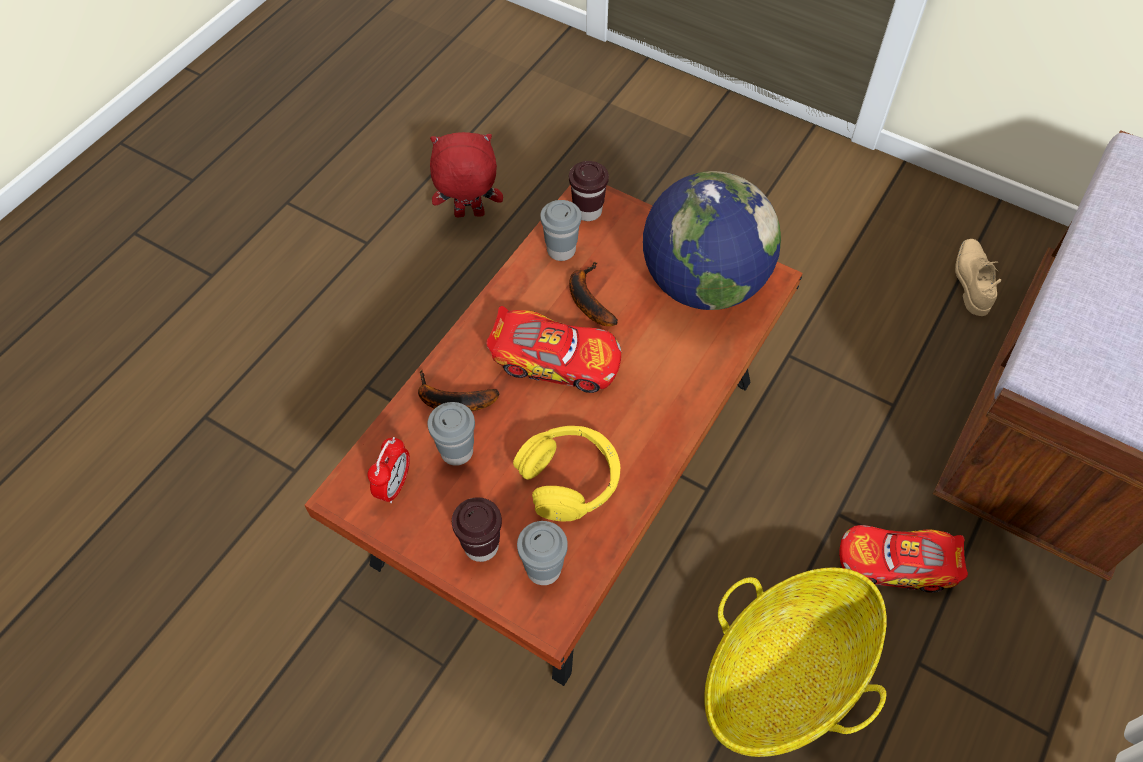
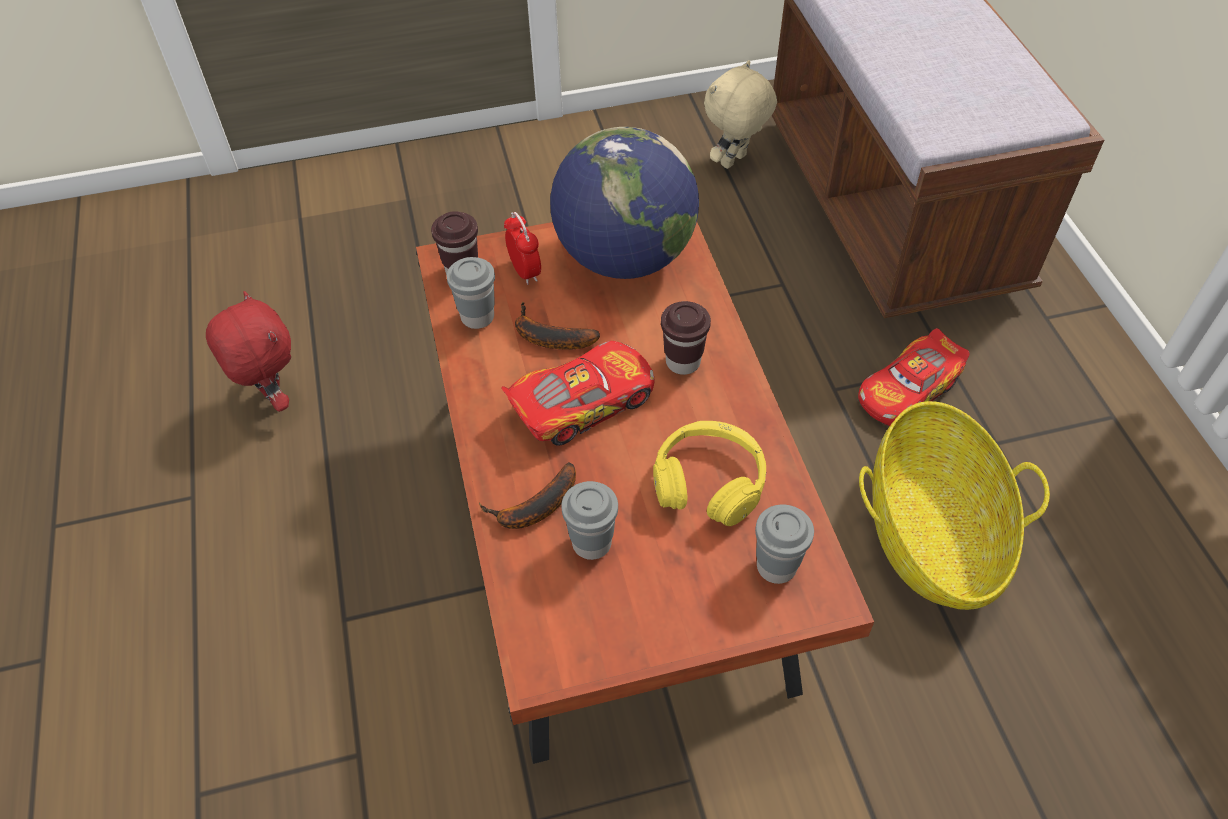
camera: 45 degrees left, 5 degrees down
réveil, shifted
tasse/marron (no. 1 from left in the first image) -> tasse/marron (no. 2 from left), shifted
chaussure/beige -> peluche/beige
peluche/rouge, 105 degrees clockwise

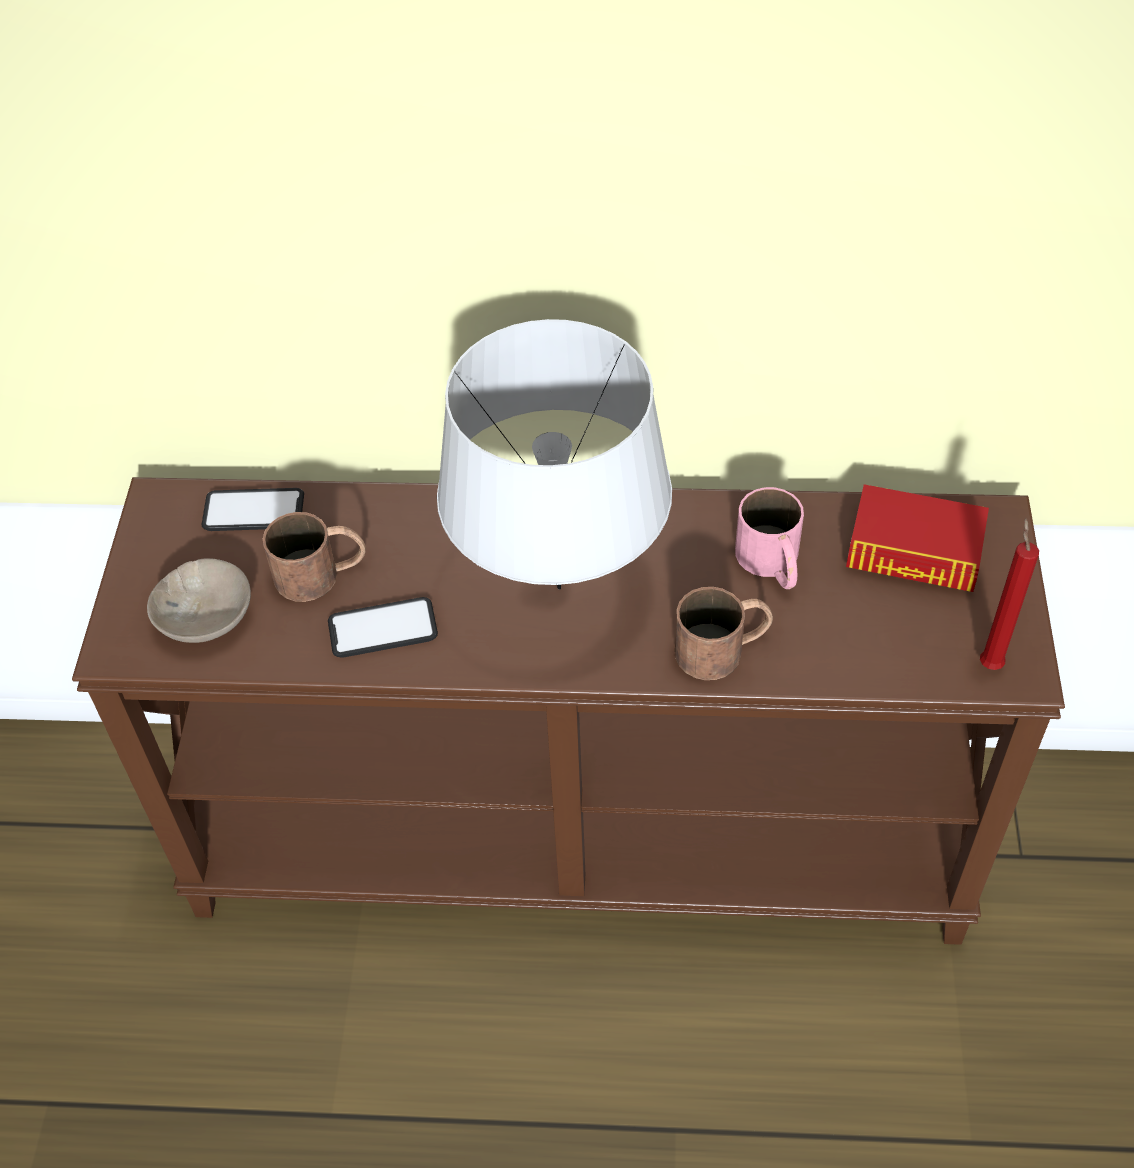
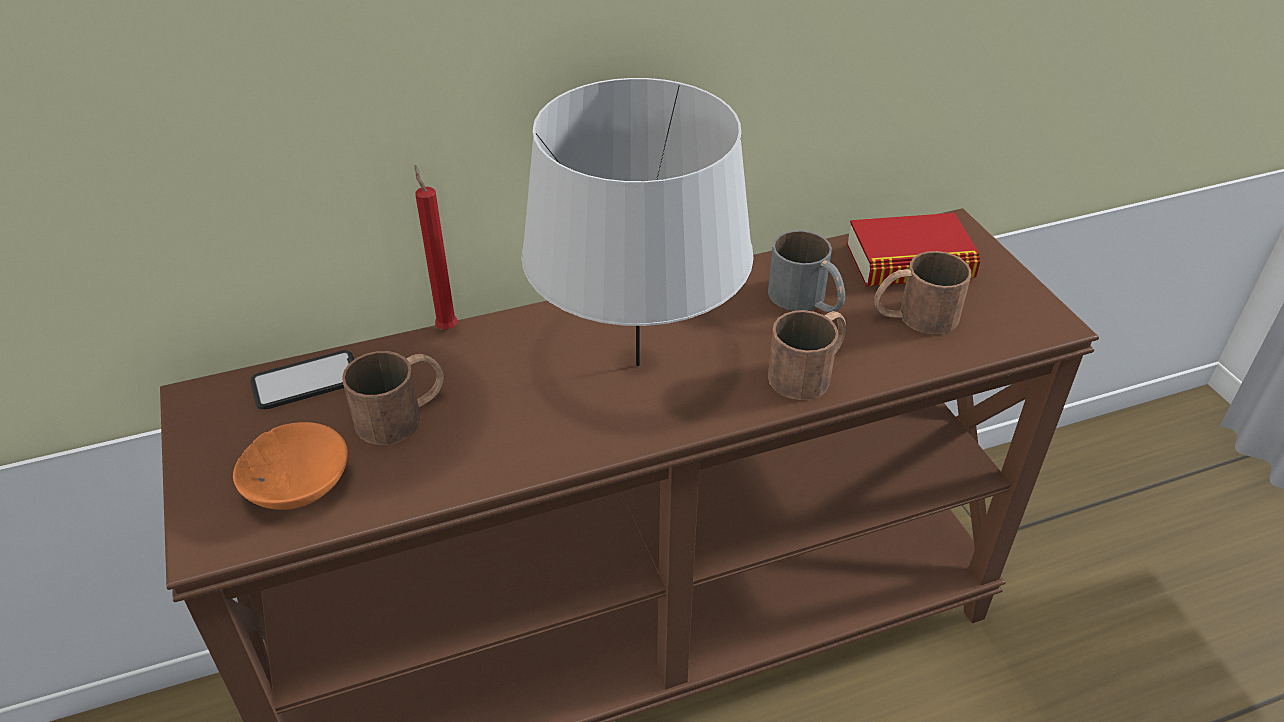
camera: 25 degrees left, 10 degrees down
téléphone (no. 2 from left) -> none
none -> mug/marron (no. 3 from left)
bougie/rouge, shifted
bol/beige -> bol/orange
mug/rose -> mug/gris

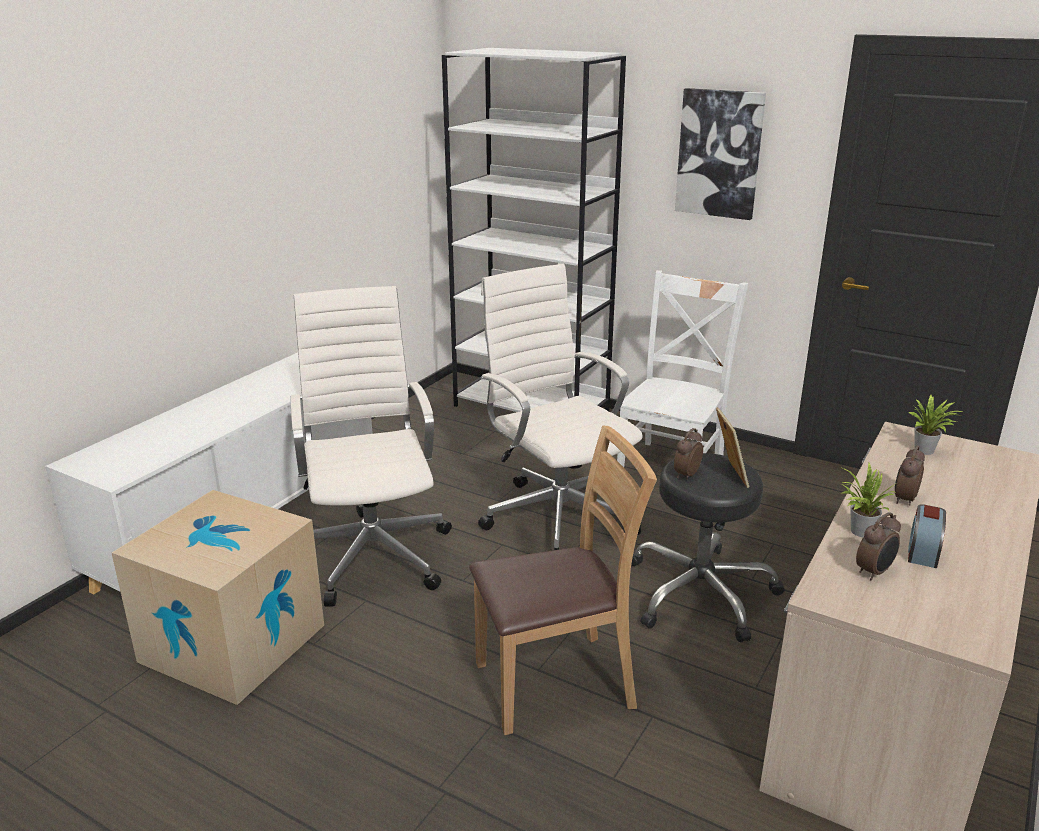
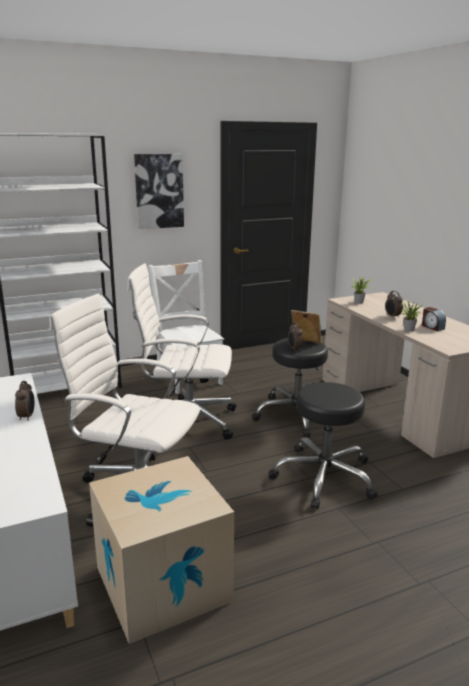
camera: 55 degrees left, 5 degrees down
réveil (no. 2 from left in the first image) -> réveil (no. 1 from left), shifted
chaise/marron -> tabouret/noir (no. 2 from left)

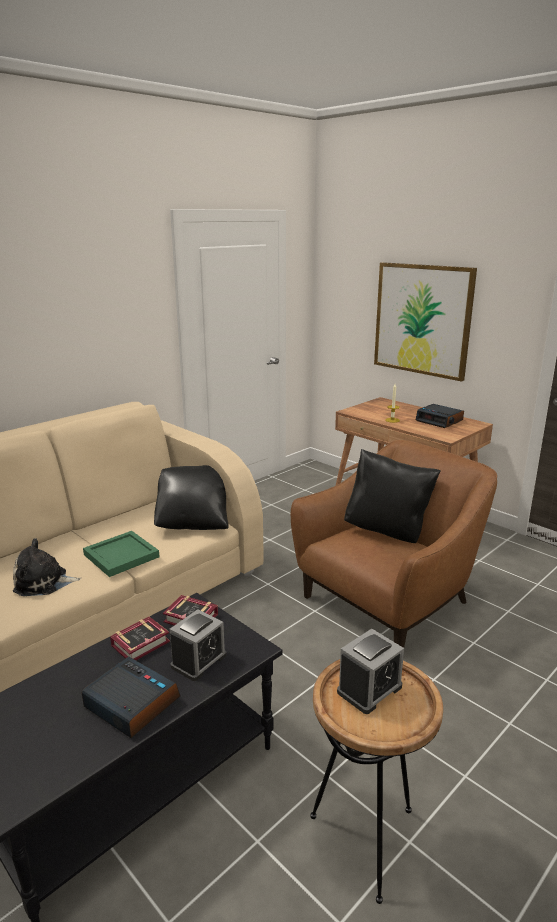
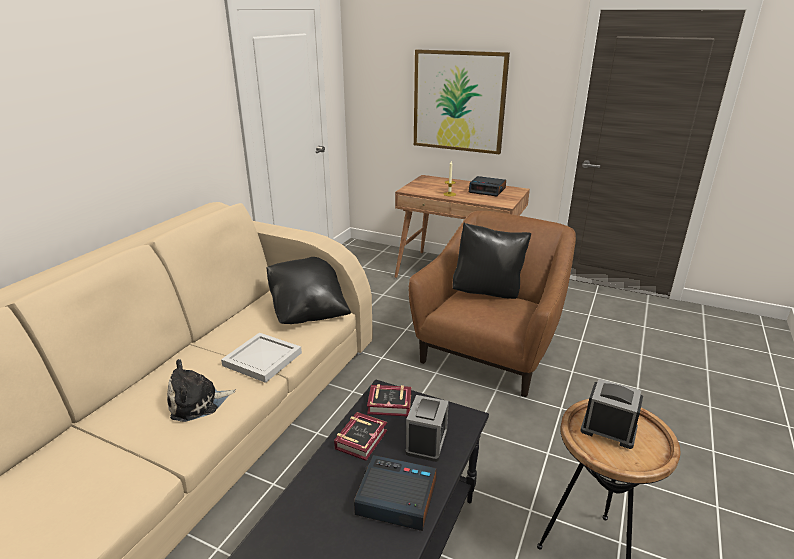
camera: 20 degrees left, 5 degrees up
plateau/vert -> plateau/blanc
réveil (no. 3 from left in the first image) -> réveil (no. 4 from left), 90 degrees counterclockwise

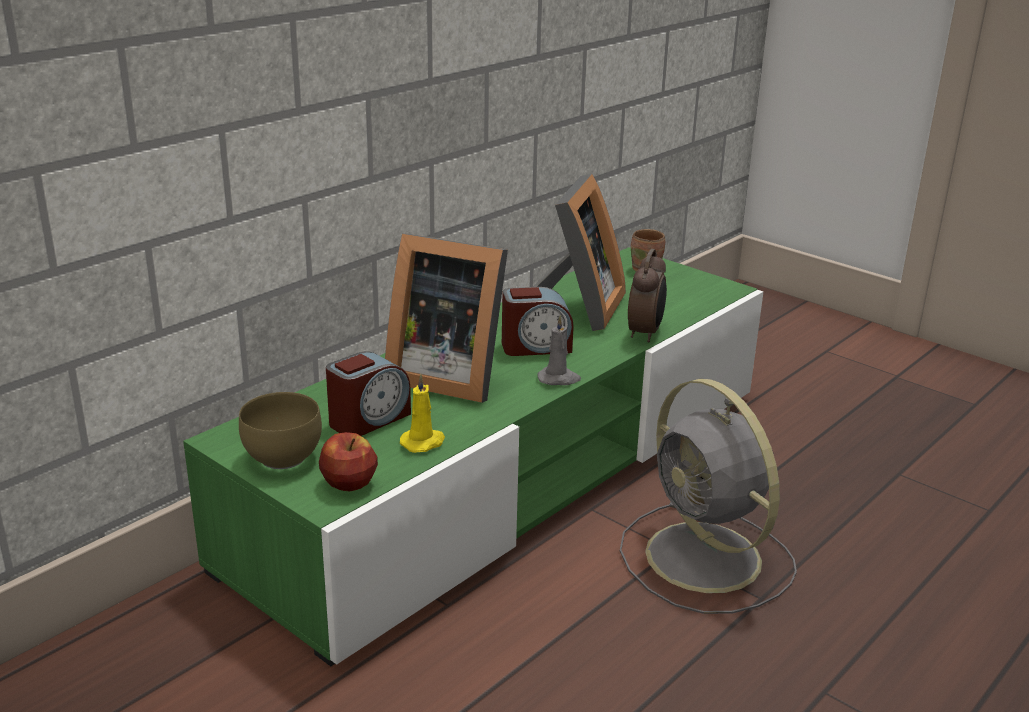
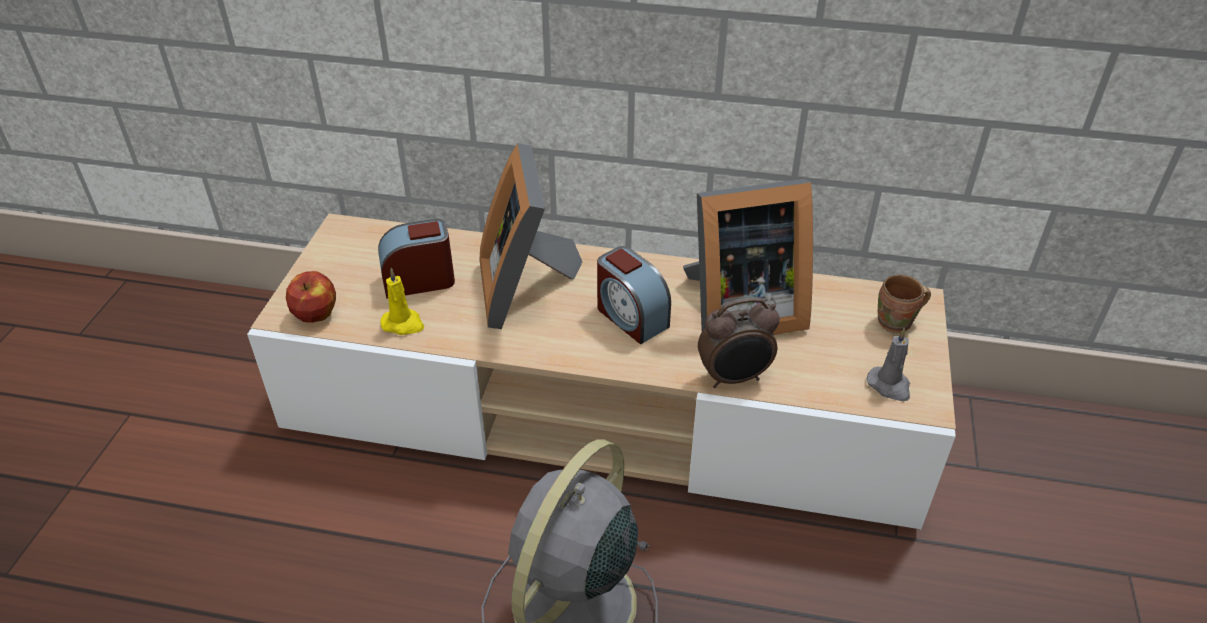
camera: 60 degrees right, 15 degrees up
bol/marron -> none
bougie/gris, shifted
meuble télé/vert -> meuble télé/beige
réveil (no. 1 from left), 150 degrees clockwise

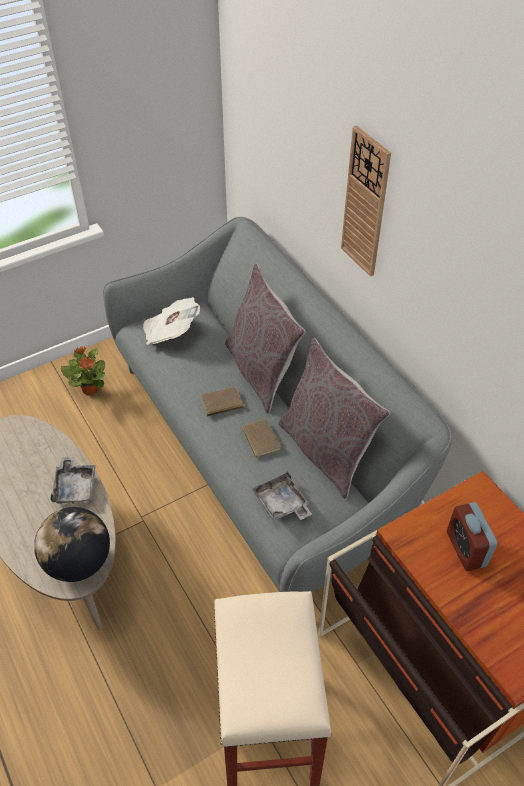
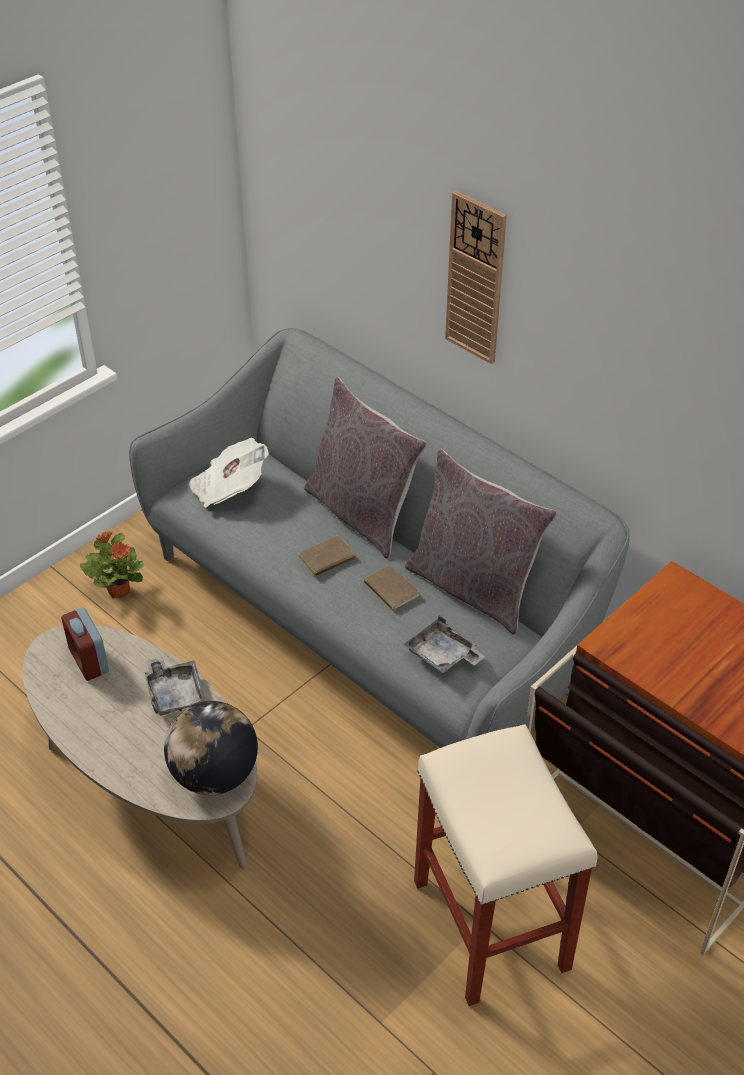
camera: 15 degrees left, 5 degrees down
réveil, shifted

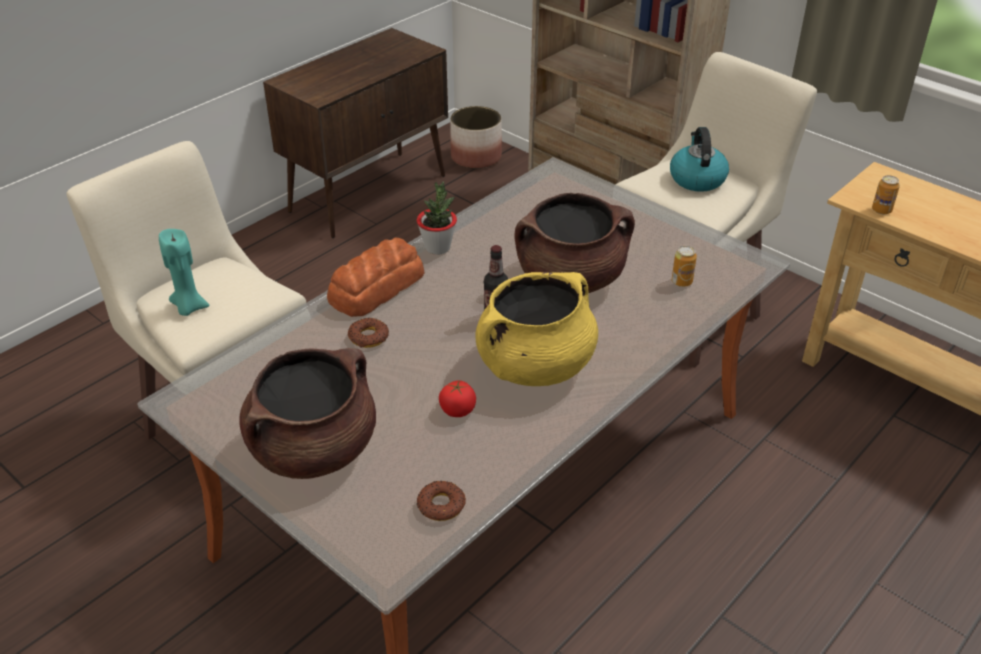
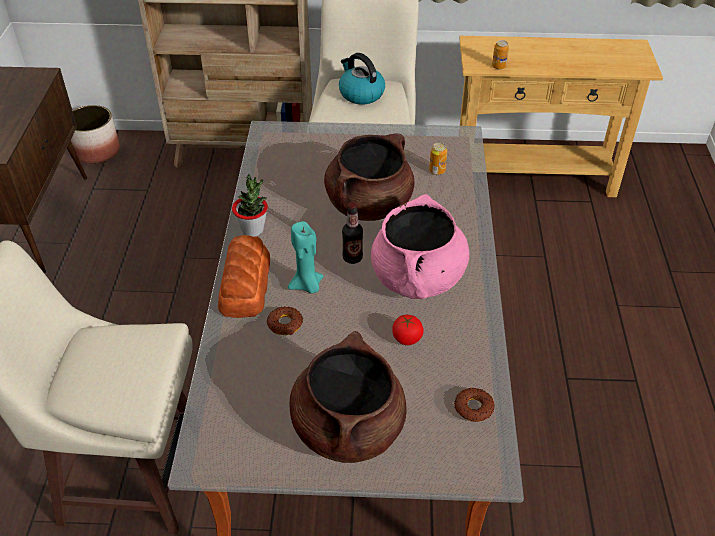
camera: 40 degrees left, 5 degrees up
bougie/turquoise, shifted
marmite/jaune -> marmite/rose

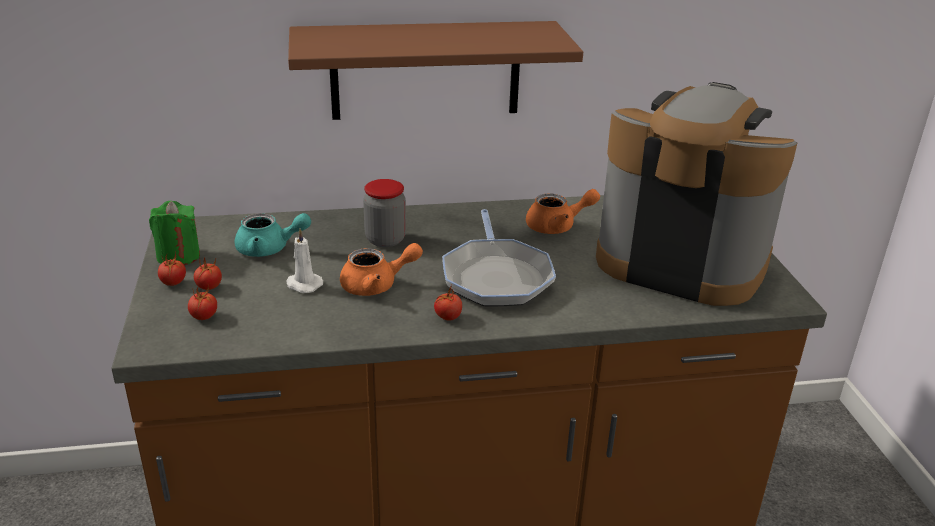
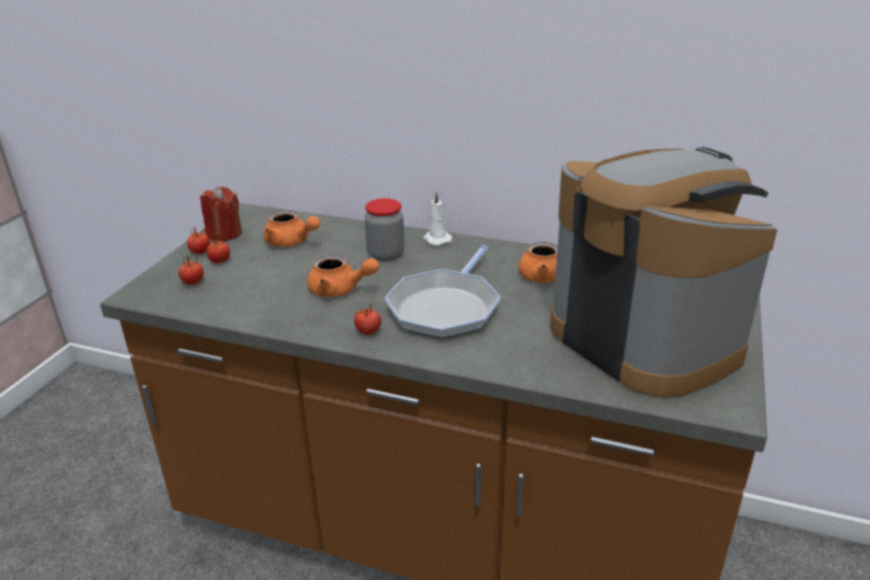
camera: 30 degrees right, 0 degrees up
étagère/marron -> none
bougie/blanc, shifted
bougie/vert -> bougie/rouge
théière/turquoise -> théière/orange (no. 1 from left)

